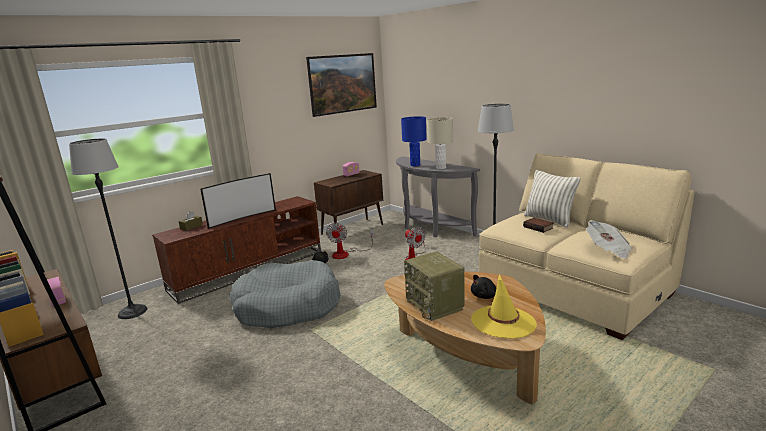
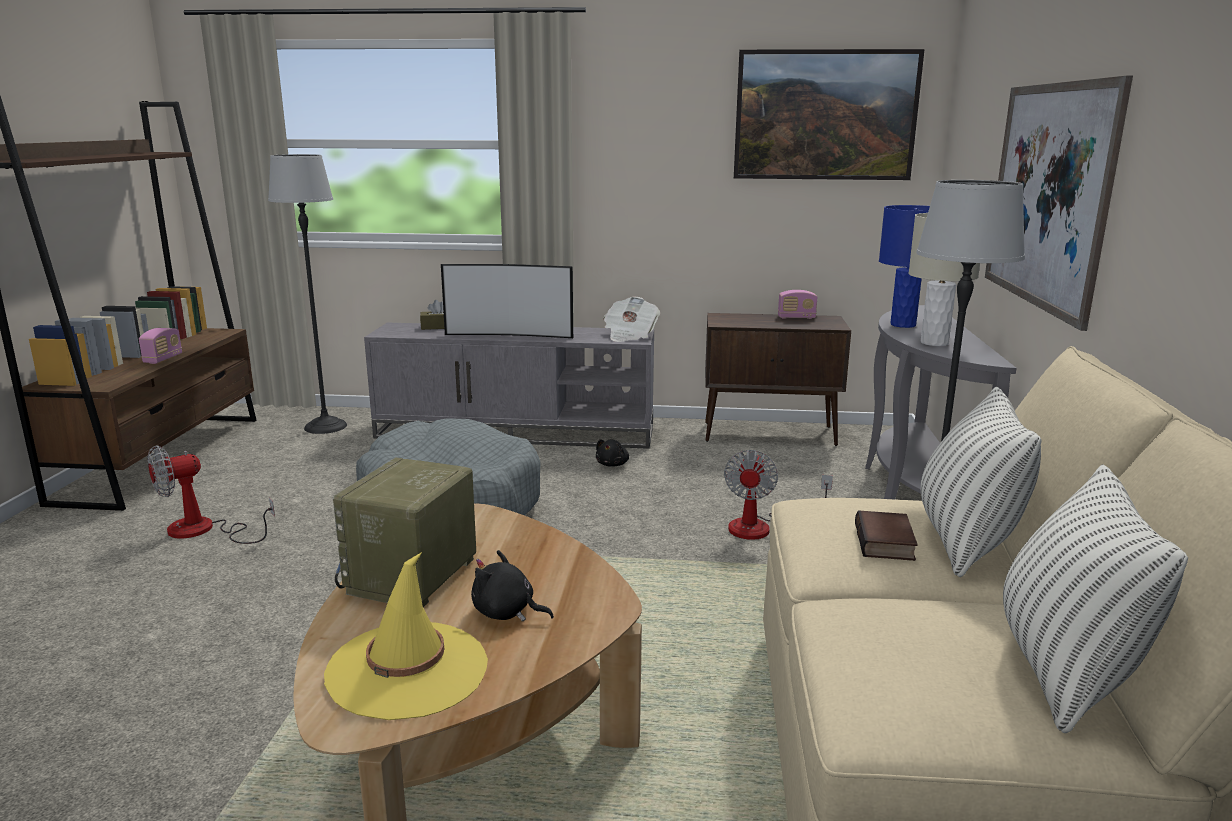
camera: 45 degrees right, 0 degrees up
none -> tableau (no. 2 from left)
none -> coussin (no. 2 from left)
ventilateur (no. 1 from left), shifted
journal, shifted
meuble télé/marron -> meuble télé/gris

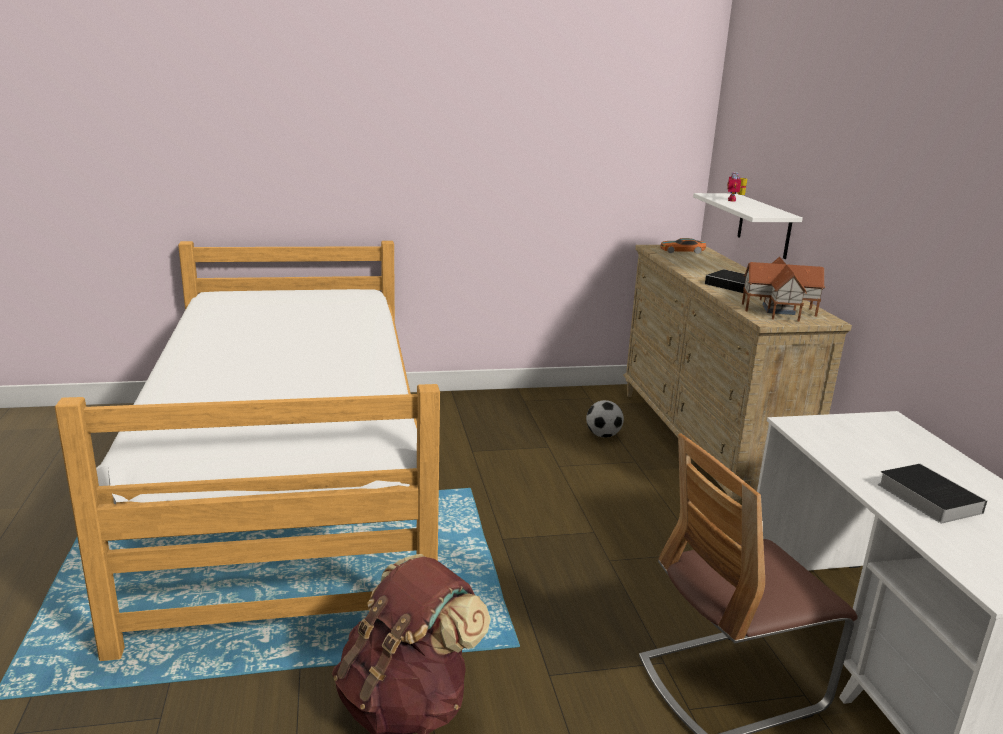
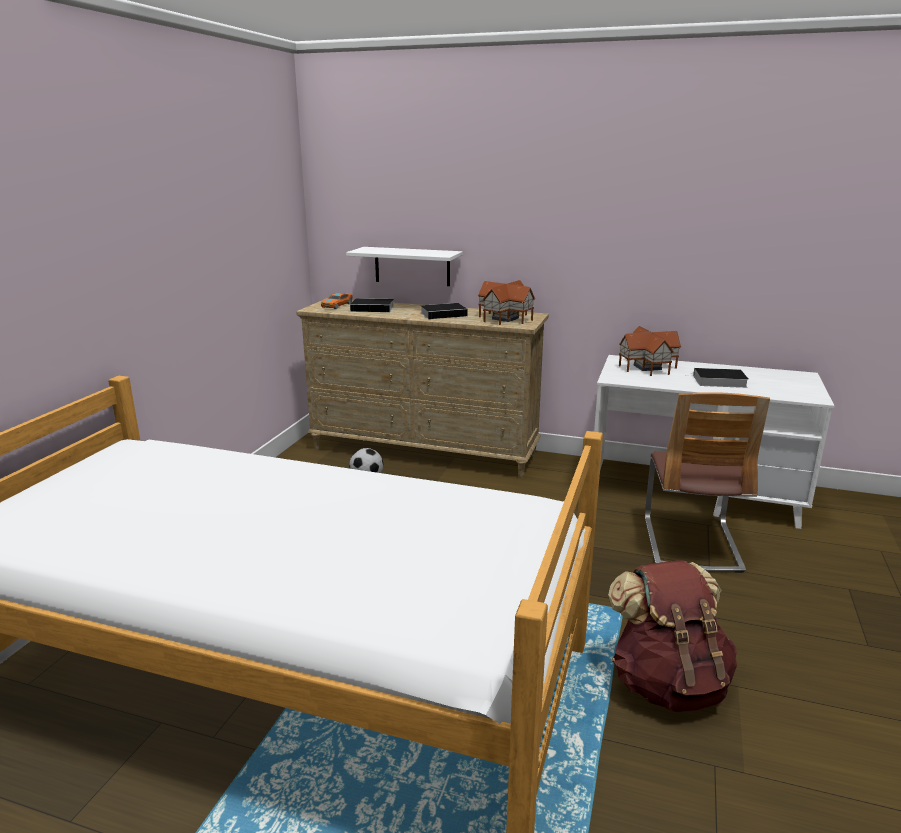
camera: 60 degrees left, 0 degrees up
robot jouet -> none
none -> livre (no. 1 from left)
none -> maison miniature (no. 2 from left)

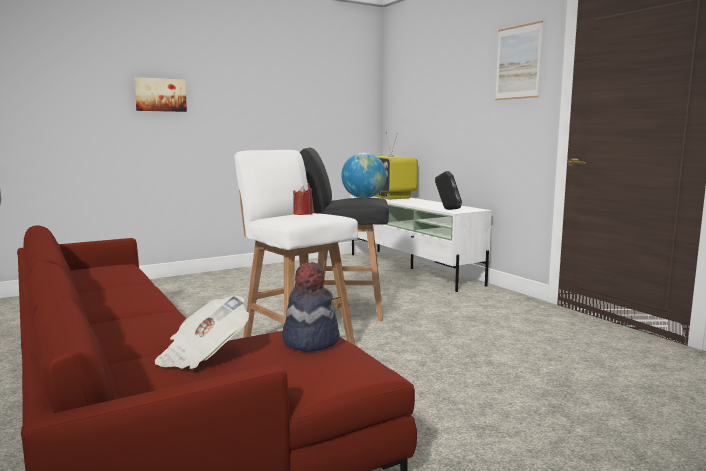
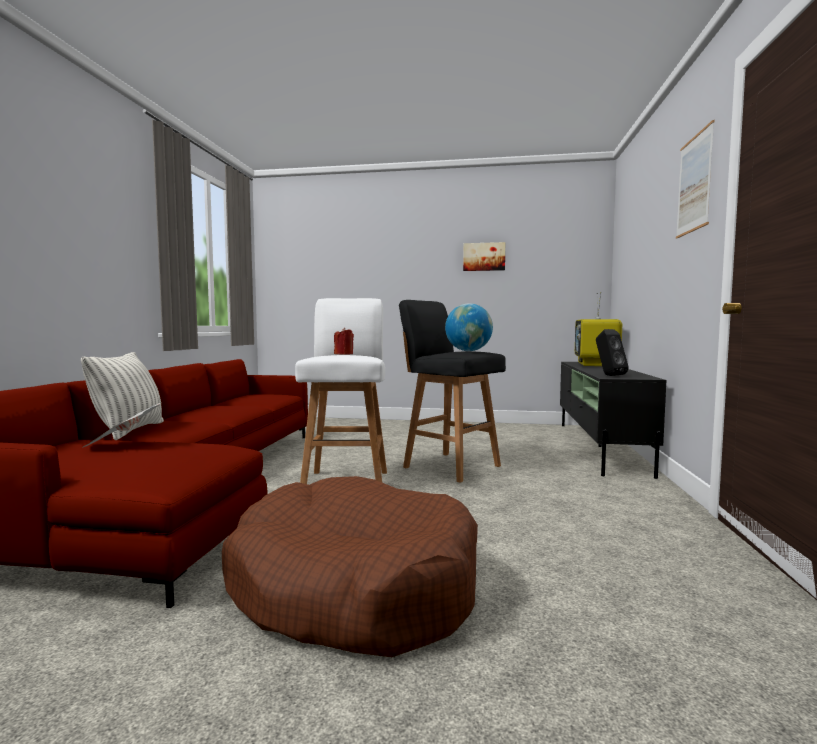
camera: 40 degrees right, 5 degrees down
chapeau -> none
none -> coussin
none -> panier pour chien/marron
tableau (no. 1 from left), shifted
meuble télé/blanc -> meuble télé/noir

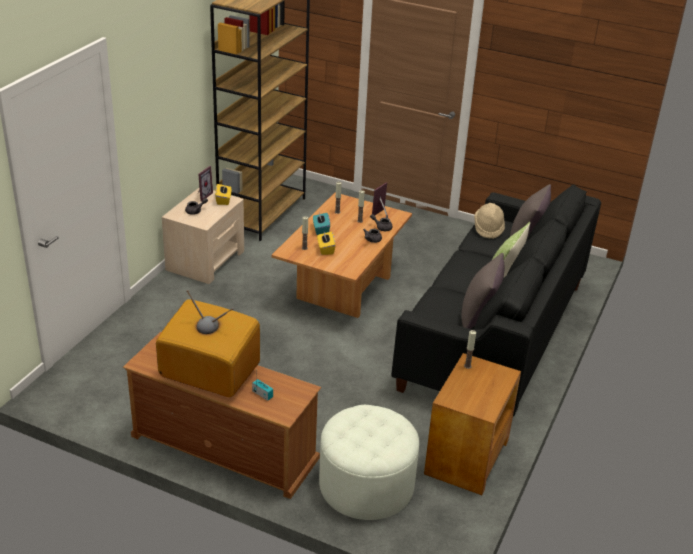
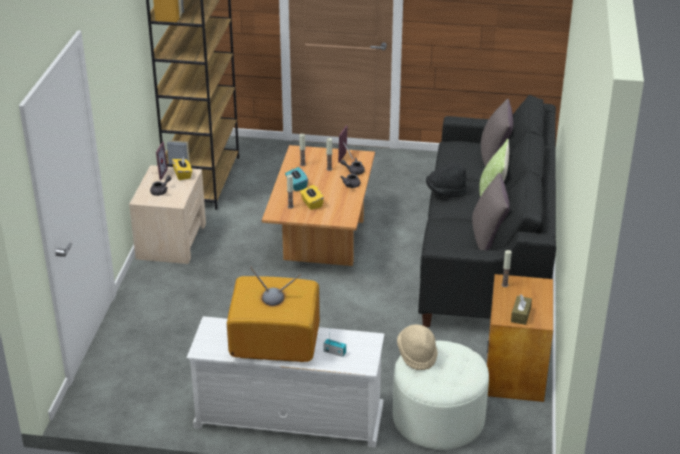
camera: 15 degrees left, 0 degrees up
none -> chapeau/noir
none -> boîte à mouchoirs/marron
chapeau/beige, shifted
meuble télé/marron -> meuble télé/blanc

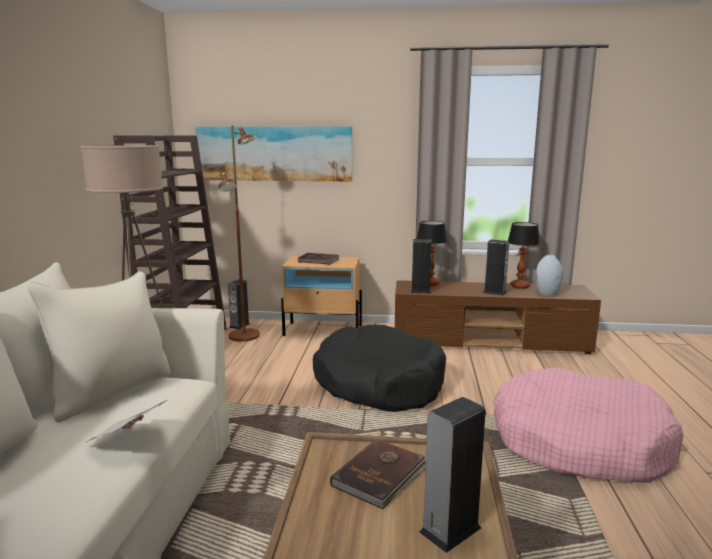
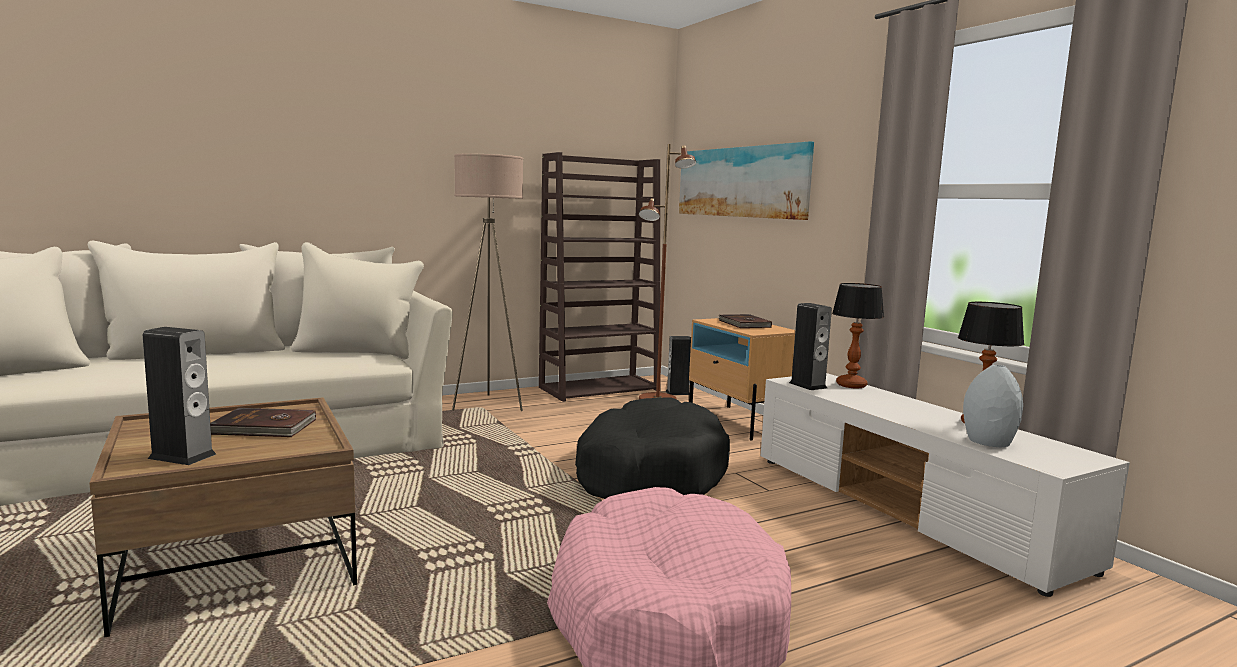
camera: 55 degrees right, 5 degrees down
journal -> none
enceinte (no. 4 from left) -> none
meuble télé/marron -> meuble télé/blanc

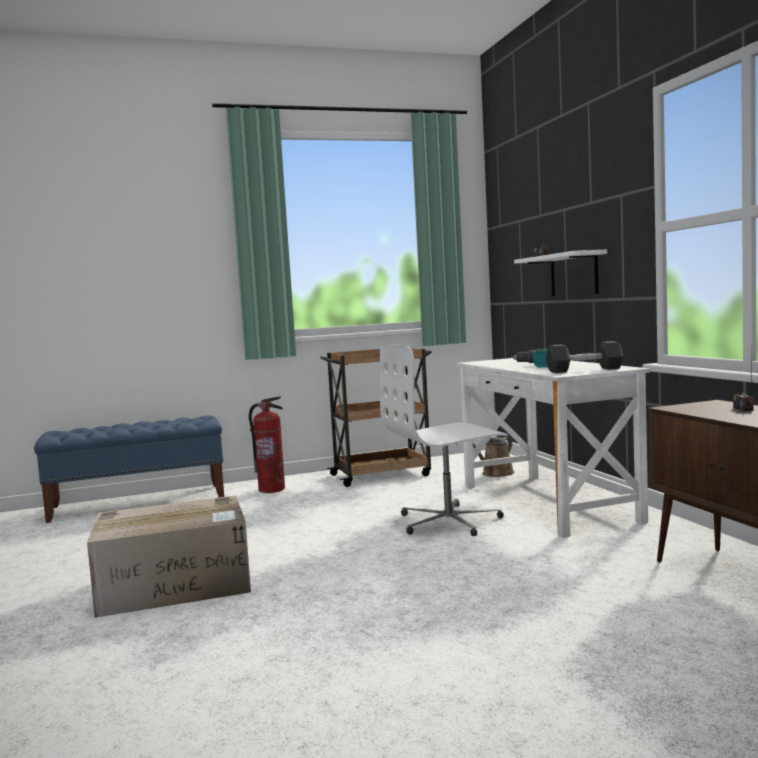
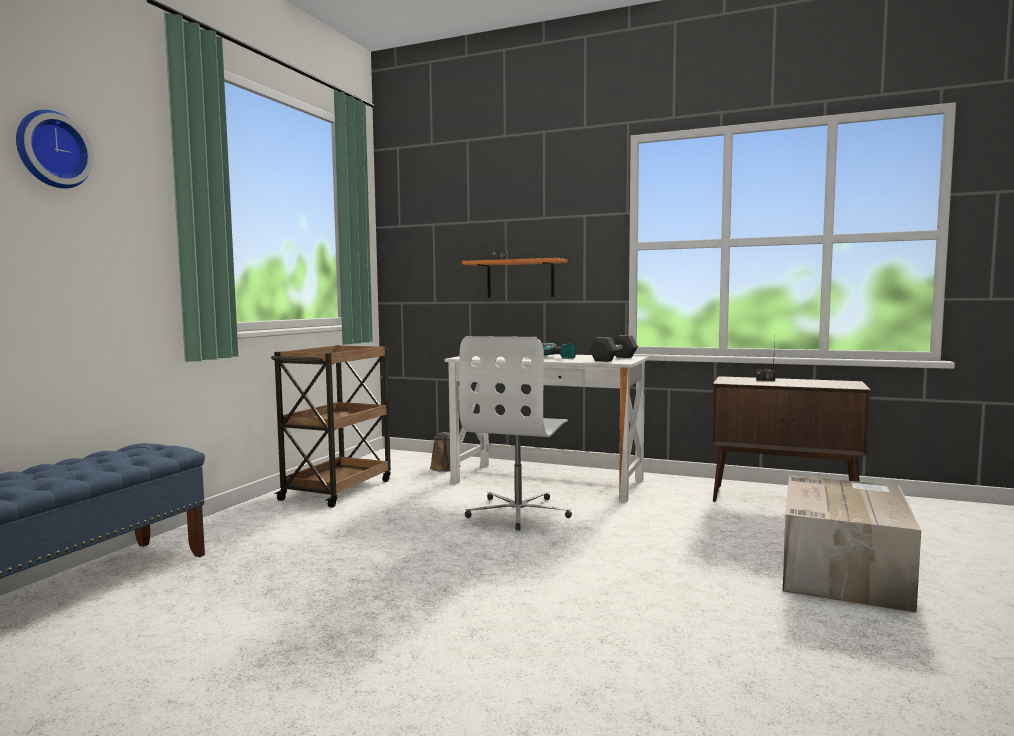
camera: 50 degrees left, 0 degrees up
extincteur -> none
none -> horloge murale
carton, shifted
étagère/blanc -> étagère/orange

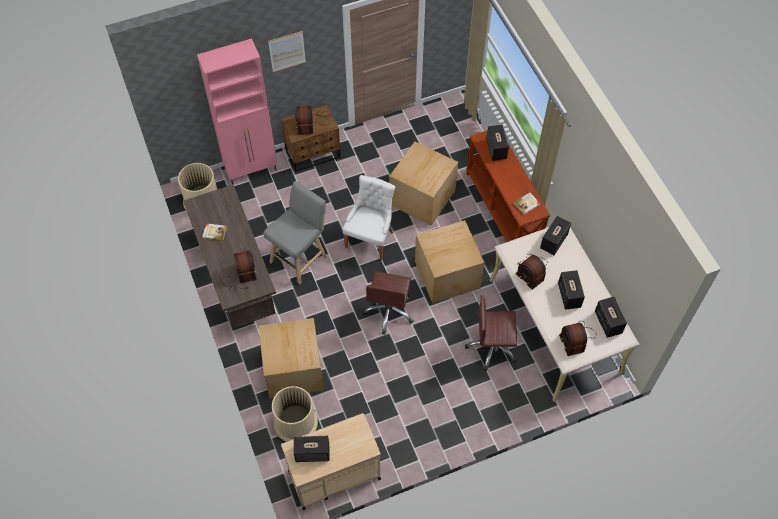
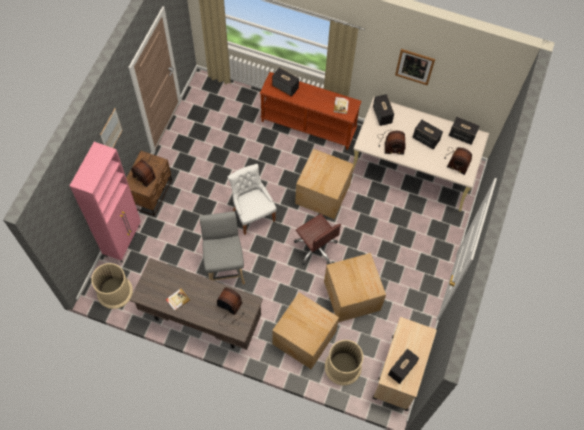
camera: 50 degrees left, 5 degrees up
chaise de bureau/marron (no. 2 from left) -> none
none -> tableau (no. 2 from left)
carton (no. 2 from left in the first image) -> carton (no. 3 from left), shifted

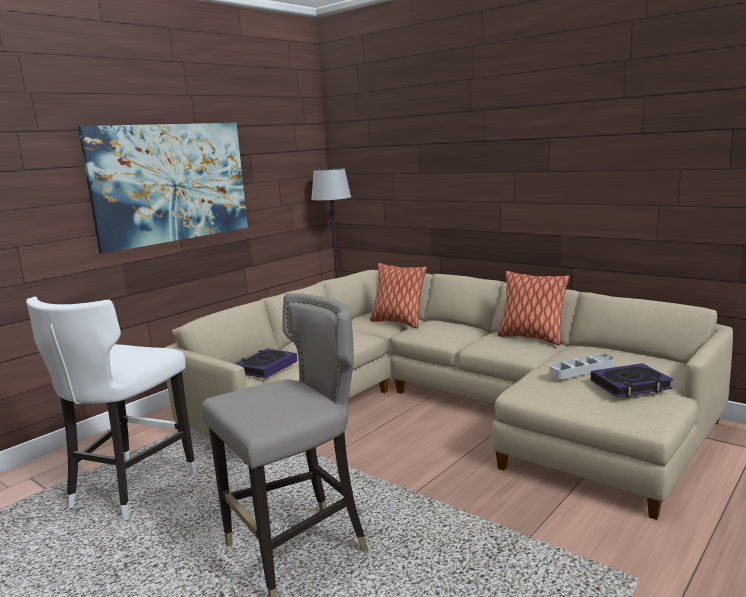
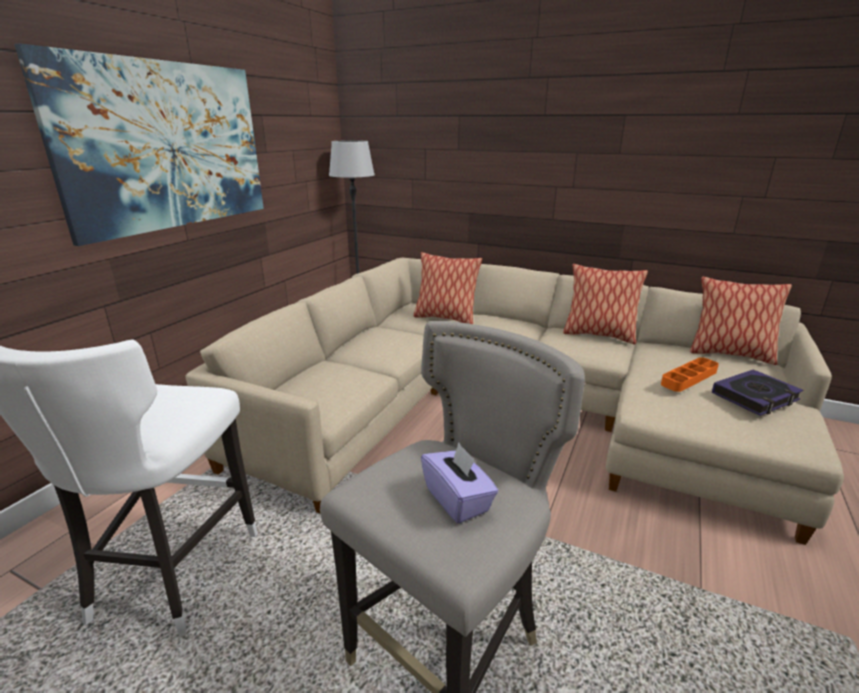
camera: 15 degrees left, 10 degrees up
livre (no. 1 from left) -> none
none -> boîte à mouchoirs/violet
none -> coussin (no. 3 from left)
plateau/gris -> plateau/orange

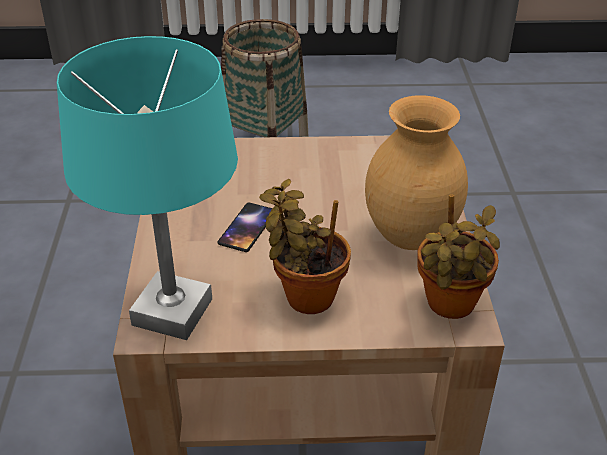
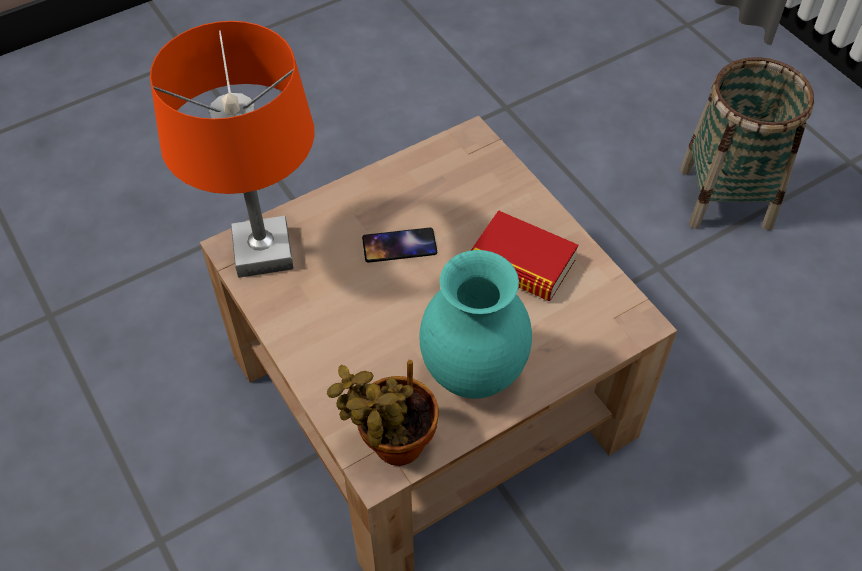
camera: 60 degrees right, 15 degrees up
plante en pot (no. 1 from left) -> none
none -> livre
lampe de table/turquoise -> lampe de table/orange
vase/marron -> vase/turquoise

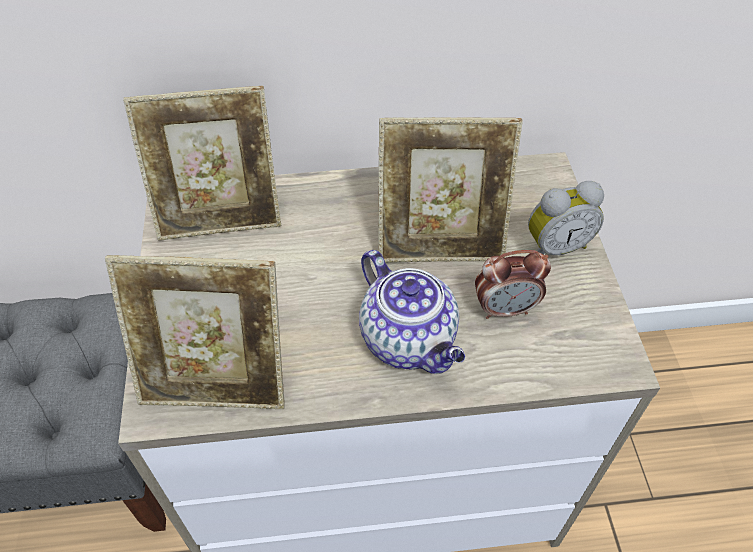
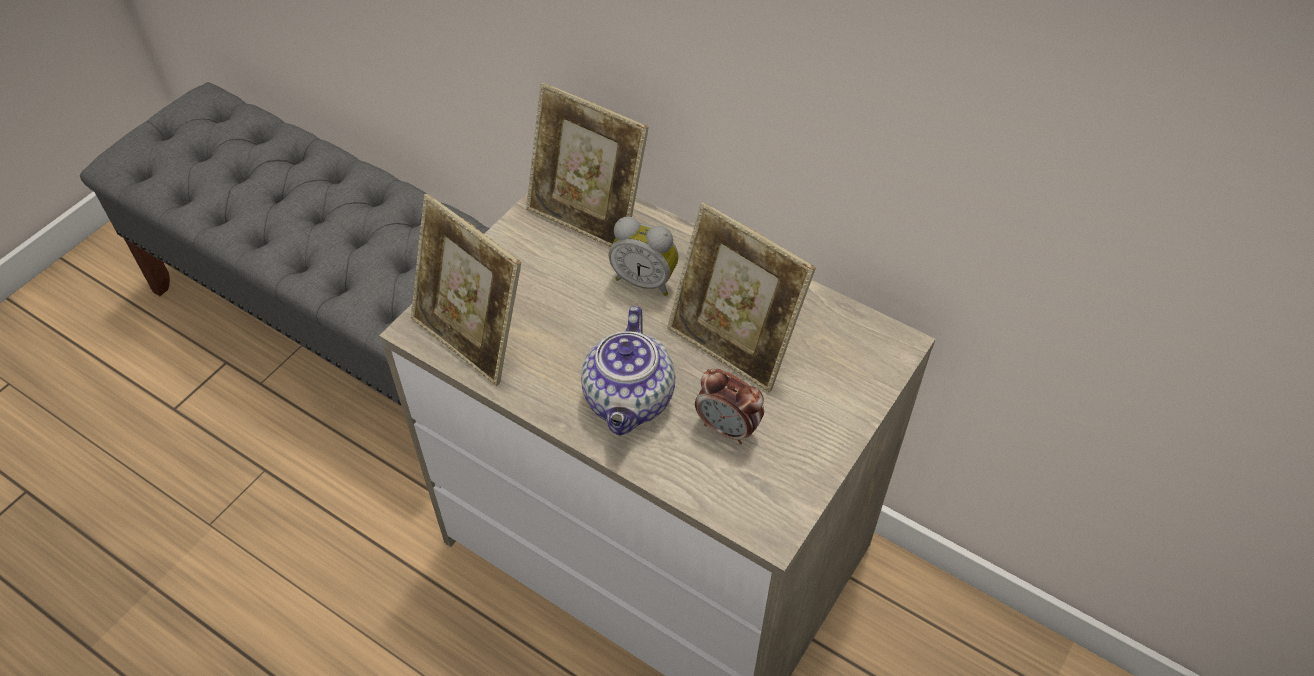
camera: 40 degrees right, 0 degrees up
réveil (no. 2 from left in the first image) -> réveil (no. 1 from left), shifted

